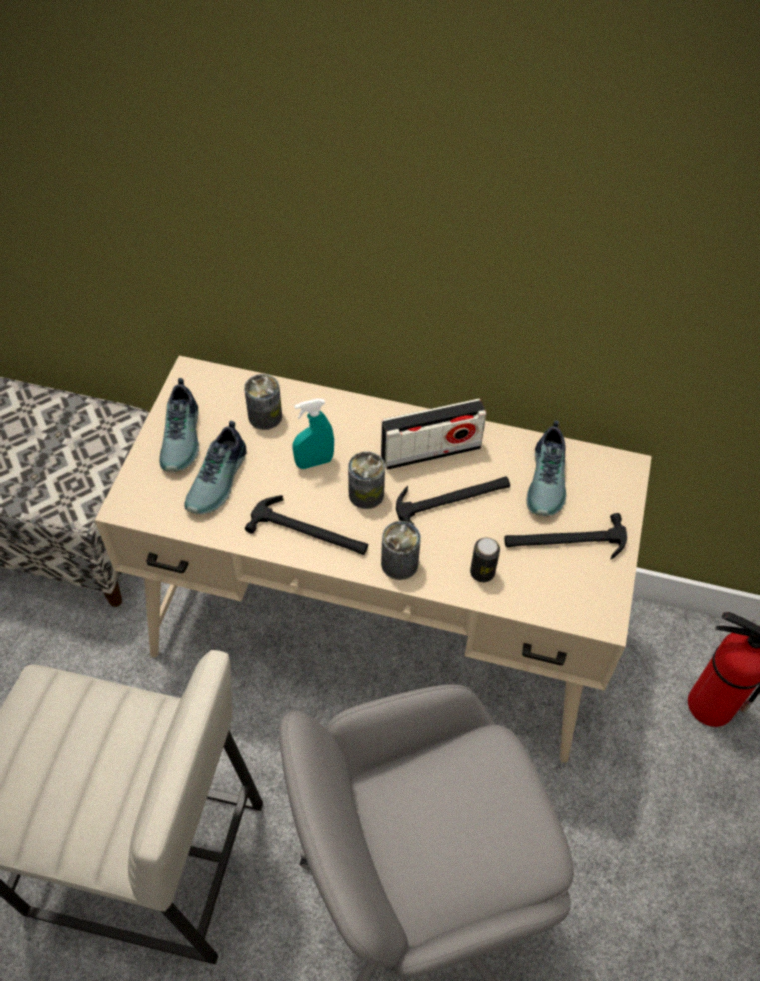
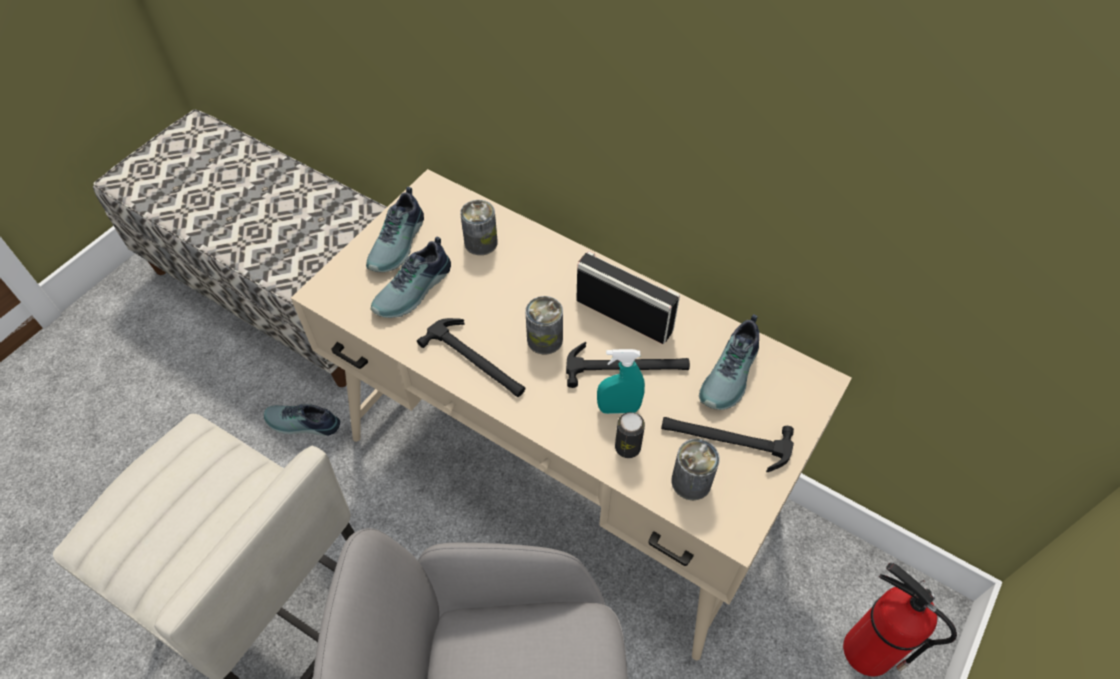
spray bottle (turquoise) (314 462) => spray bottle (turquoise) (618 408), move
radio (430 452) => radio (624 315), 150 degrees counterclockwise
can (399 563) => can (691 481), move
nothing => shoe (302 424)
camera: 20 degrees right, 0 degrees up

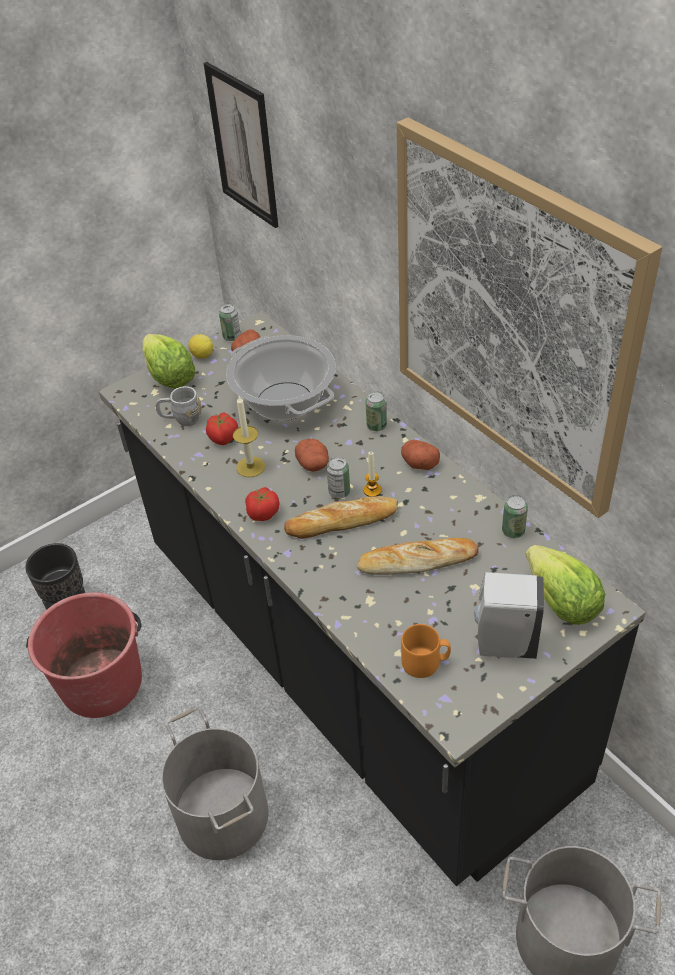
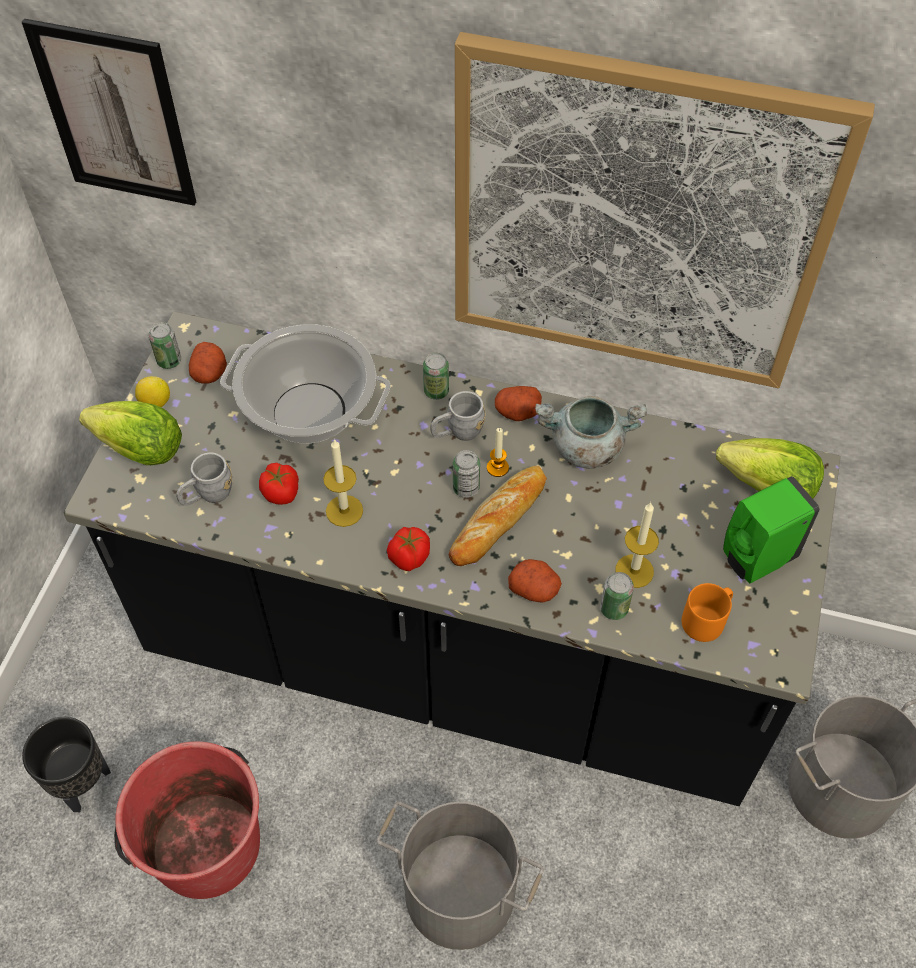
potato (313 464) => potato (535 588), move
bread (417 561) => nothing
soap dispenser (white) (503 644) => soap dispenser (green) (755 559)
can (513 531) => can (614 609), move
nothing => mug (grey) (457 432)
nothing => cooking pot (grey) (586 448)
nothing => candle (634 571)
camera: 40 degrees left, 10 degrees up

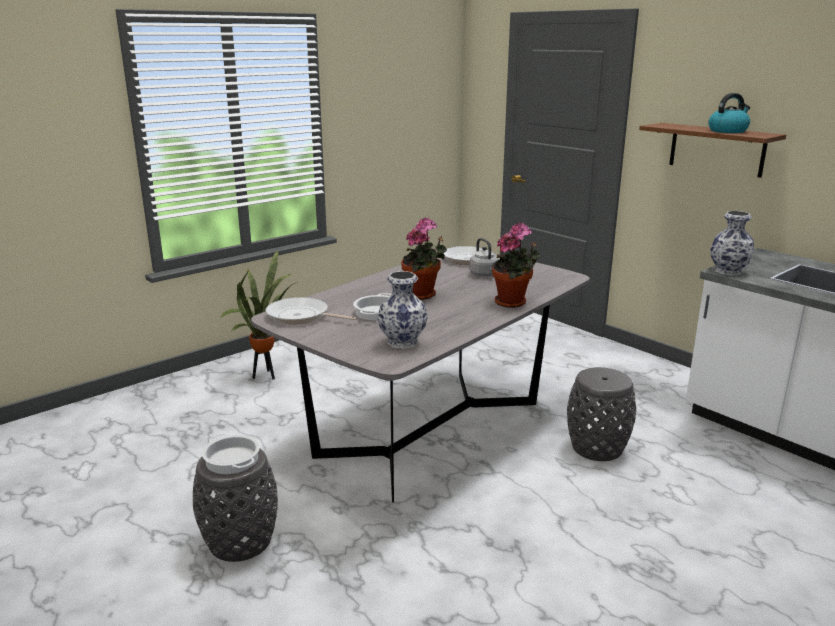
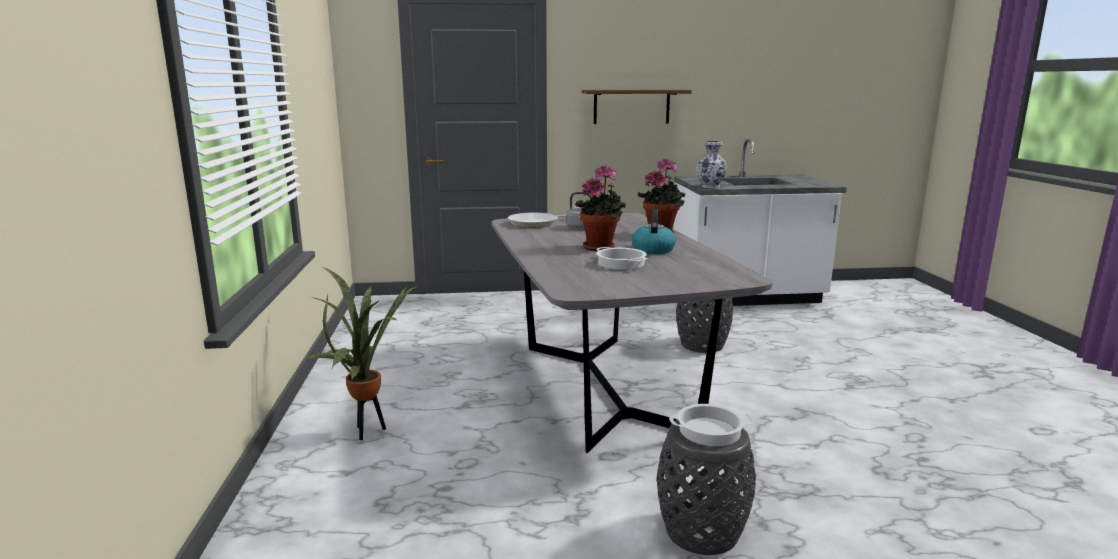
frying pan (301 316) => nothing
vase (402 342) => nothing
kettle (728 131) => kettle (653 249), move
camera: 55 degrees left, 5 degrees down

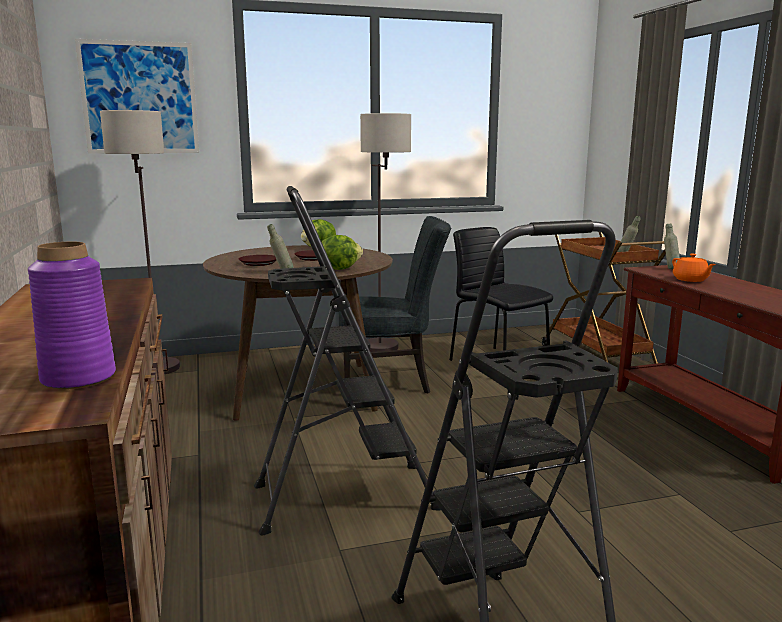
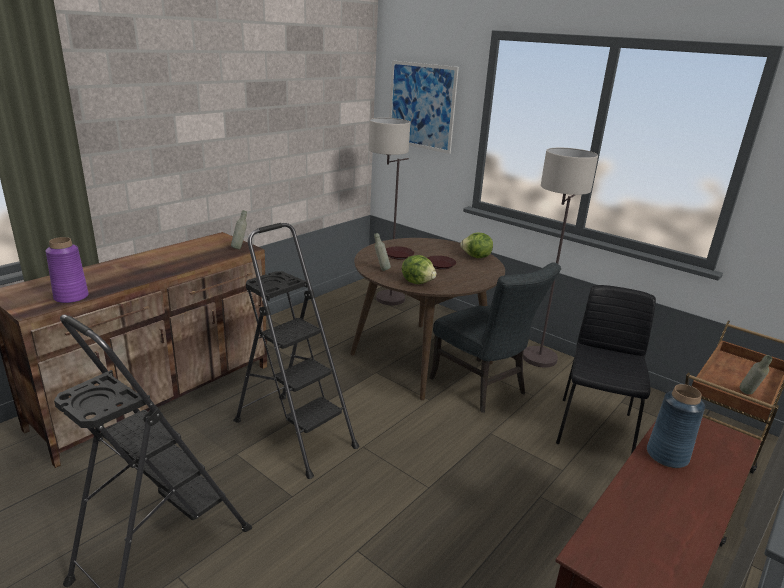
bottle (grey) (669 268) => bottle (grey) (240 248), move
teapot (orange) (690 280) => vase (blue) (667 456)
camera: 55 degrees right, 10 degrees up

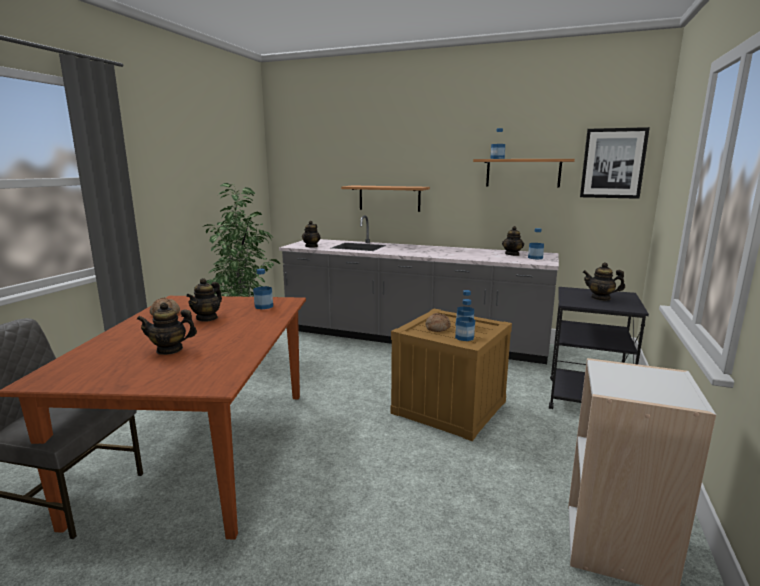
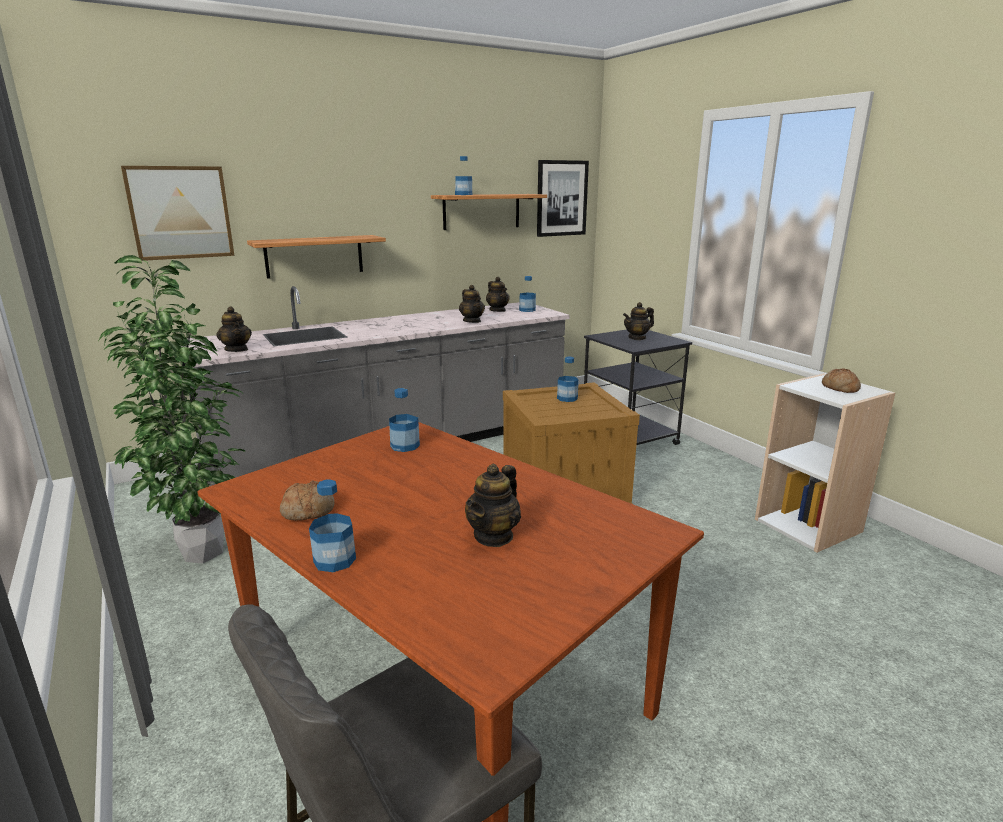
teapot (207 318) => teapot (472 321), move
bread (437 328) => bread (839 388), move
bottle (464 337) => bottle (334 560), move
nothing => picture (180 212)
camera: 50 degrees left, 5 degrees up

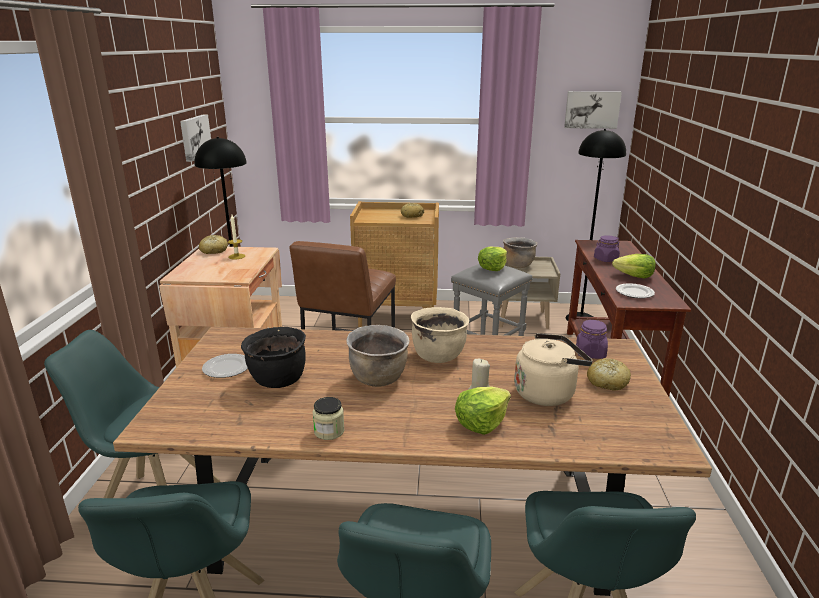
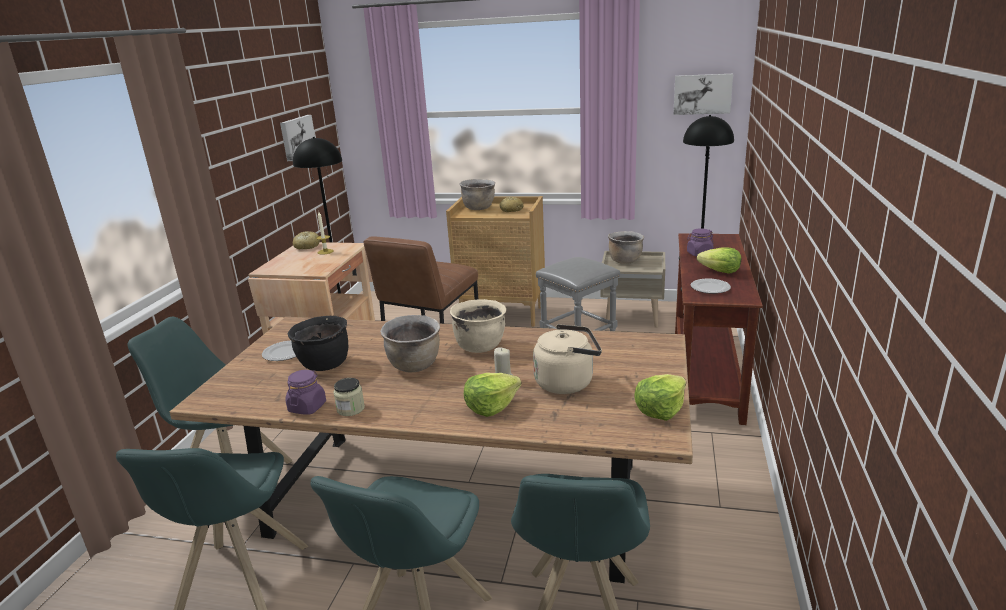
lettuce (492 267) => lettuce (660 409), move
jar (purple) (590 353) => jar (purple) (307 407), move
bread (607 382) => nothing
nothing => cooking pot (brown) (479 208)
camera: 10 degrees right, 0 degrees up

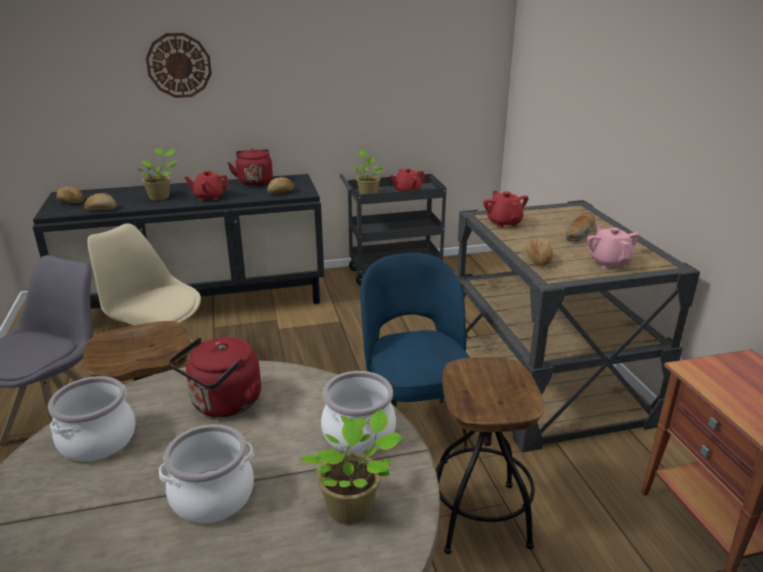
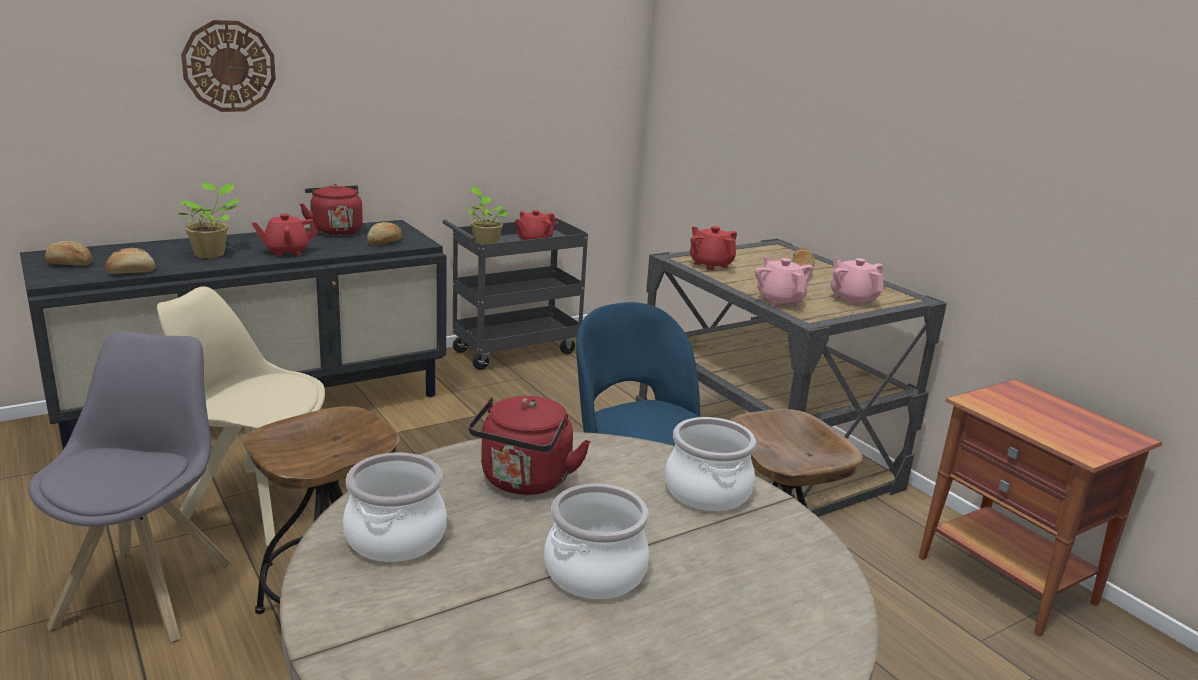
potted plant (354 508) => nothing
bread (538 260) => teapot (pink) (779 300)
camera: 20 degrees left, 5 degrees down

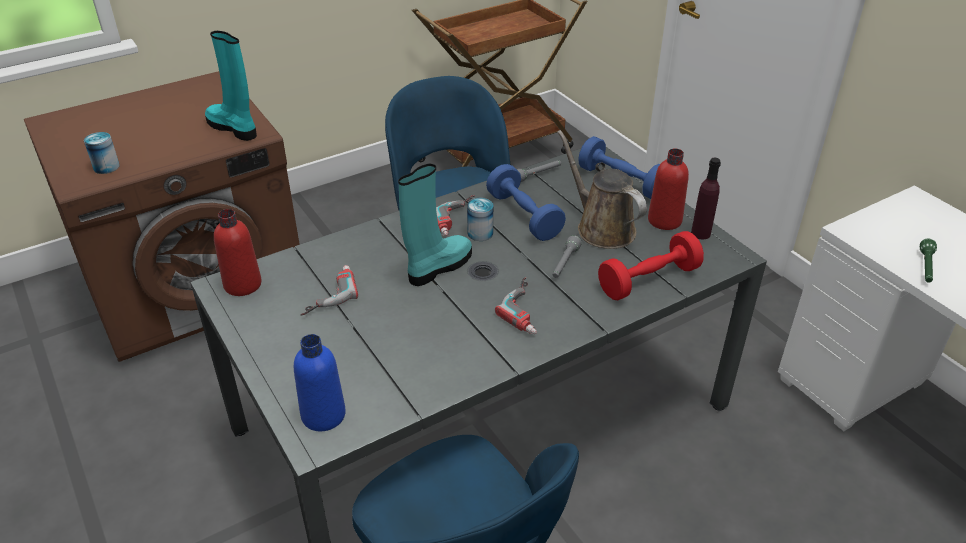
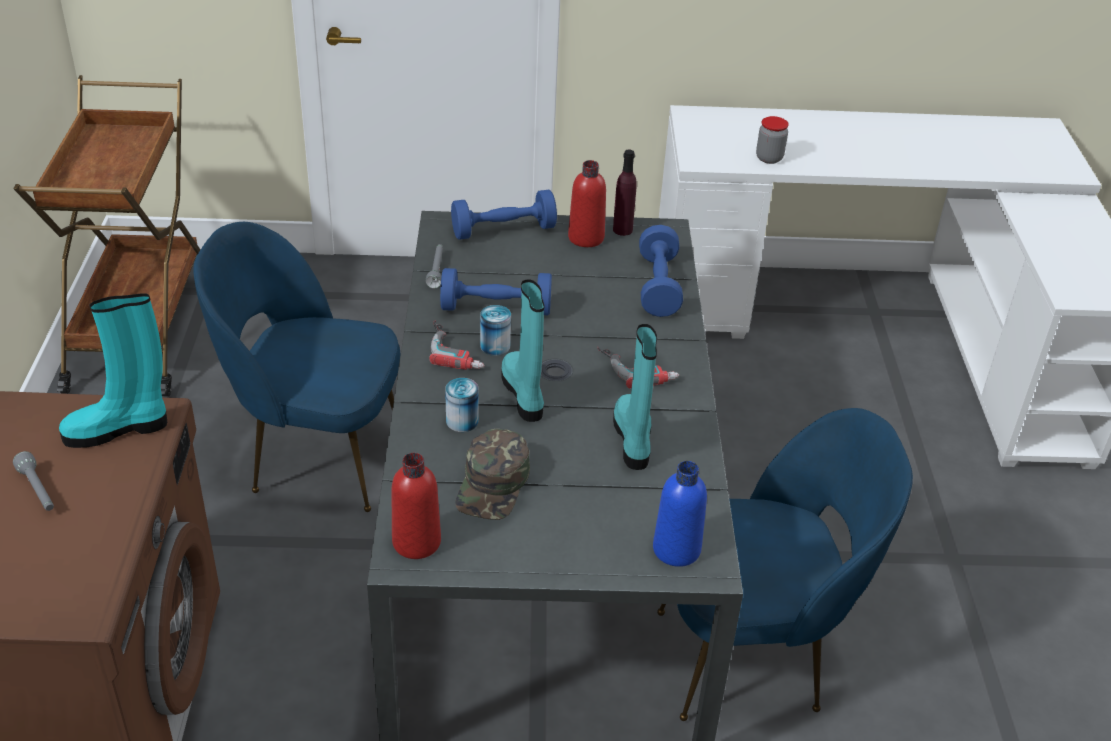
can (106 167) => can (462 421), move
power drill (327 293) => cap (green) (494 484)
flashlight (grey) (564 264) => flashlight (grey) (38 490), move
watering can (brown) (601 228) => nothing
dumbbell (red) (648 280) => dumbbell (blue) (658 286)
flashlight (green) (926 268) => jar (769 158)
nothing => boot (turquoise) (633 439)
camera: 60 degrees left, 0 degrees up

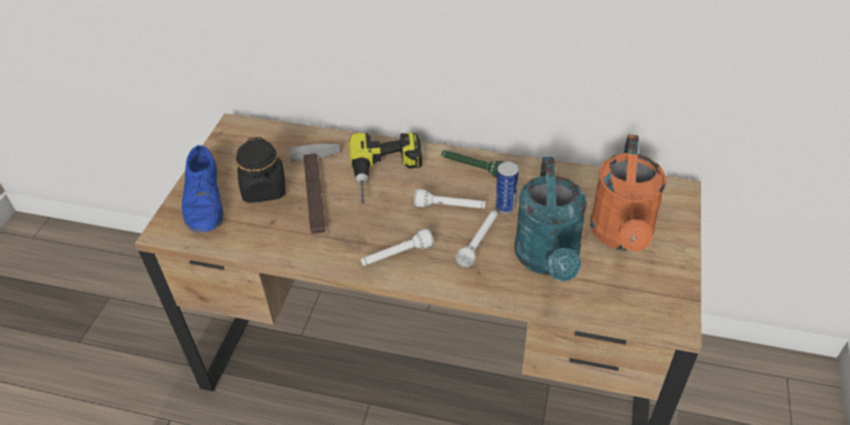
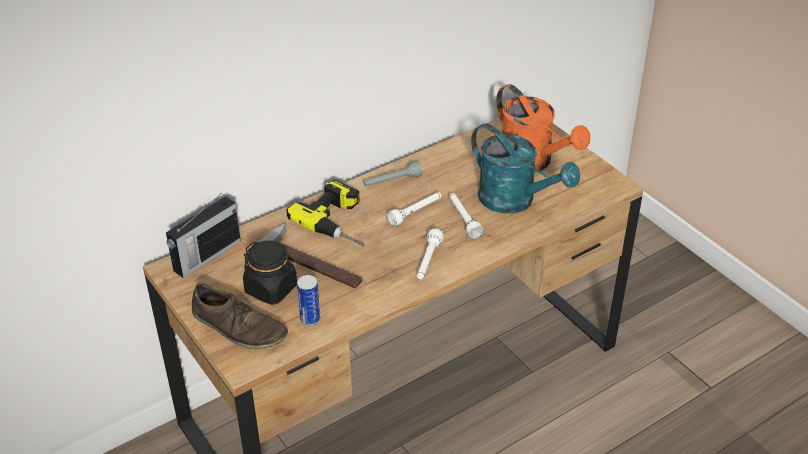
shoe (blue) (205 201) => shoe (brown) (239 327)
flashlight (green) (472 168) => flashlight (grey) (392 181)
can (505 207) => can (310 319), move
nothing => radio (206 256)
camera: 50 degrees left, 5 degrees down

